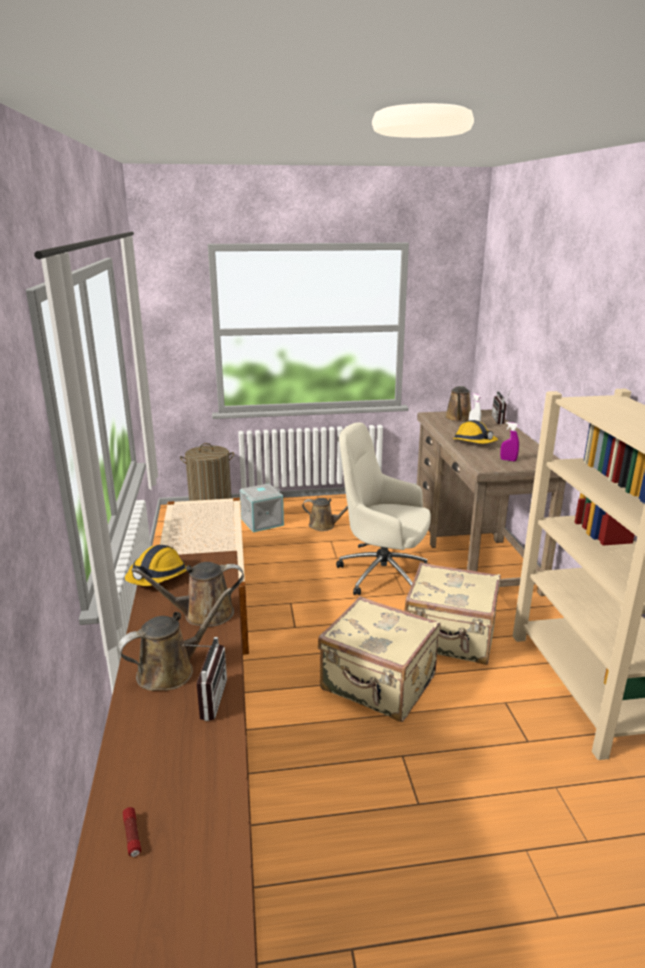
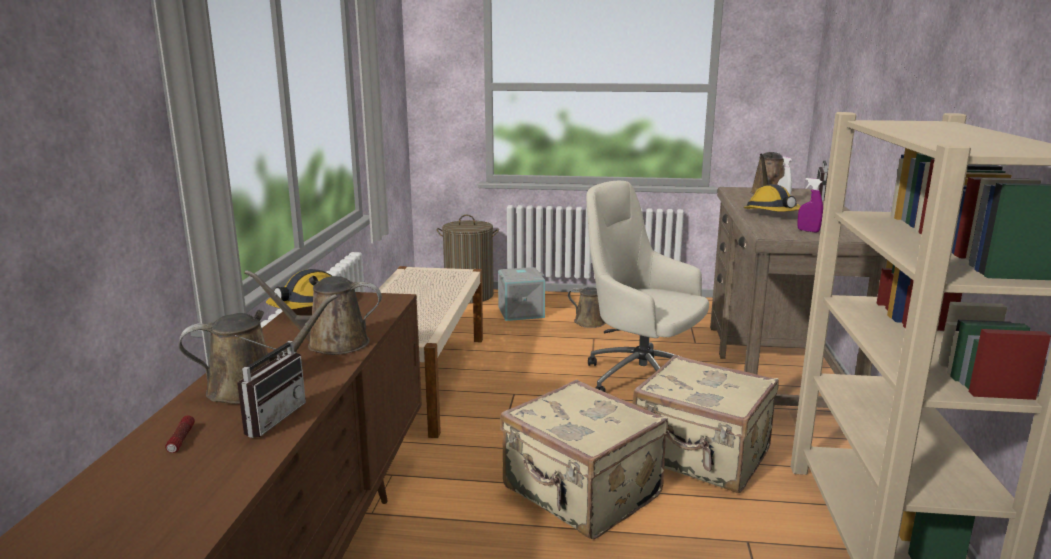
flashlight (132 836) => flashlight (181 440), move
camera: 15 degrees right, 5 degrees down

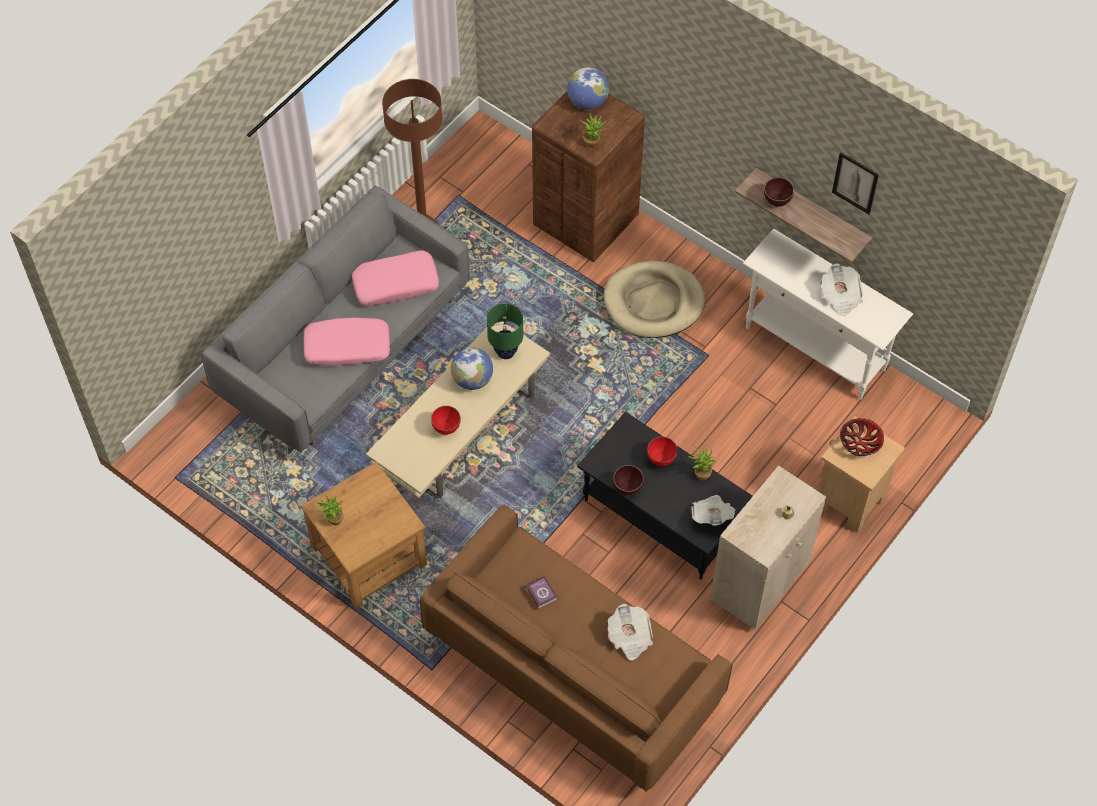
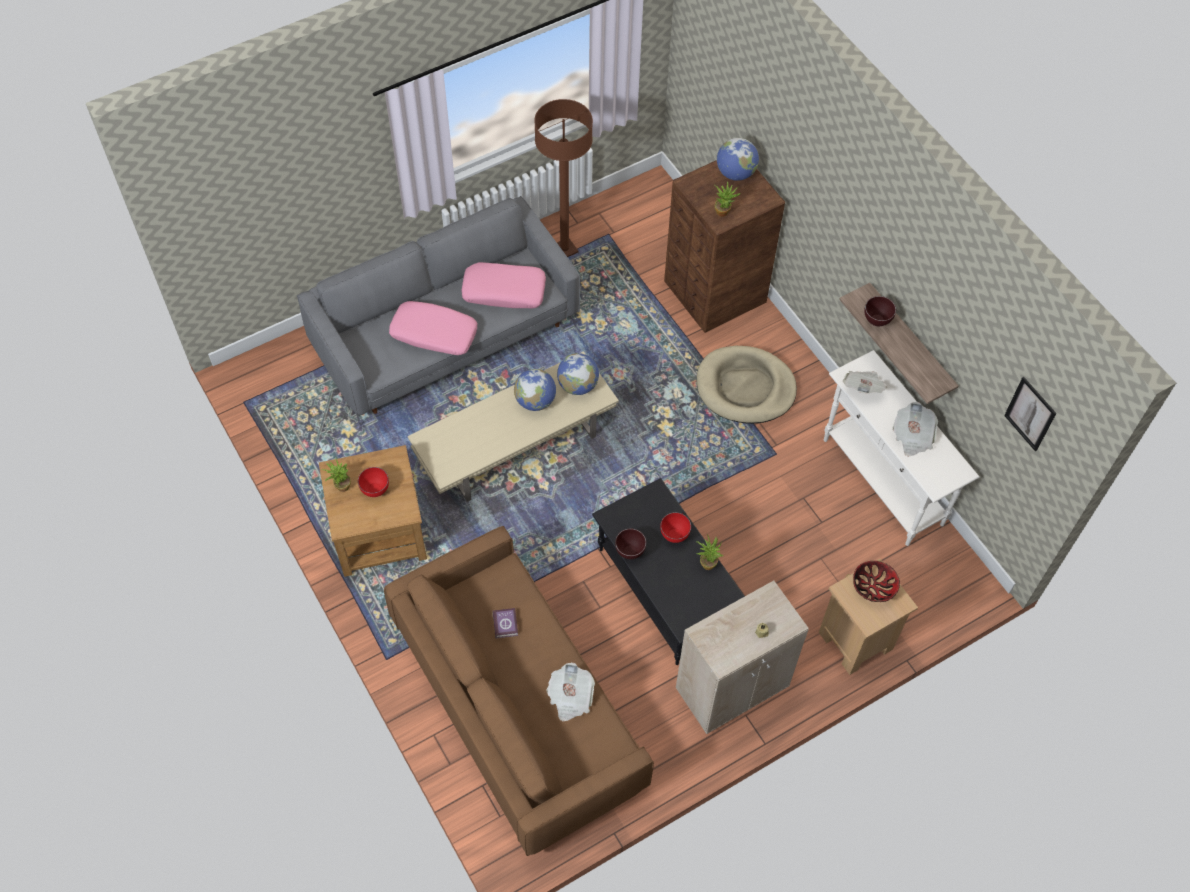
bowl (red) (447 428) => bowl (red) (376 490), move
table lamp (green) (506 351) => globe (578 385)
newspaper (712 516) => newspaper (863 388), move
picture (855 183) => picture (1030 414), move
camera: 20 degrees right, 0 degrees up

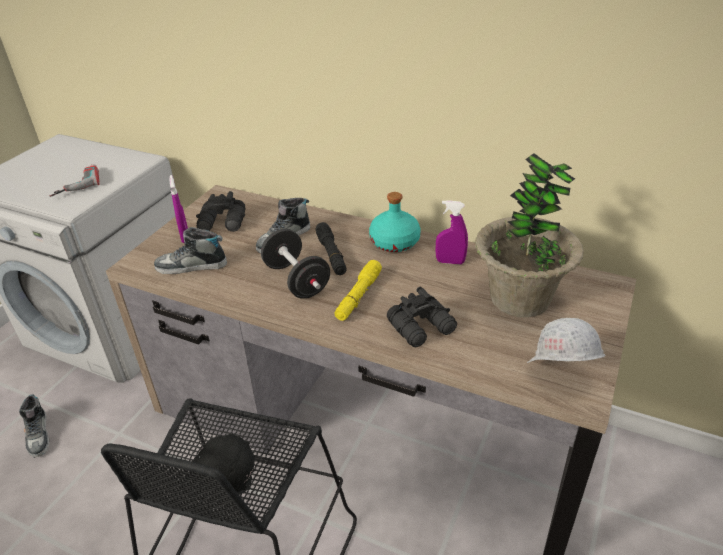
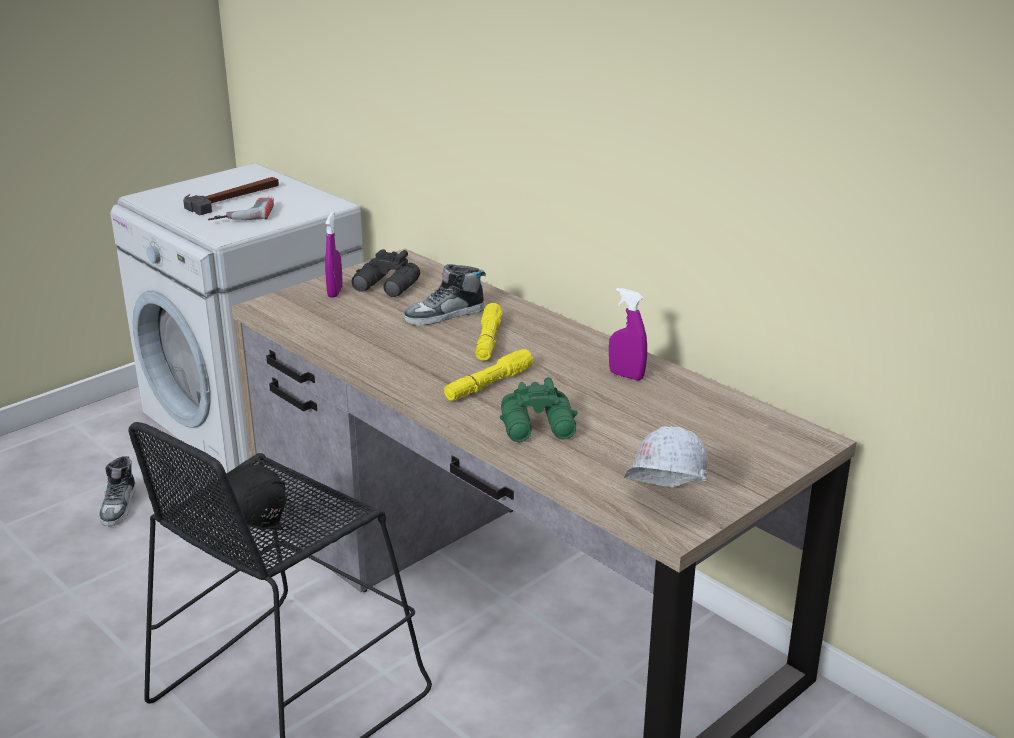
shoe (191 266) => nothing
dumbbell (black) (297 280) => nothing
flashlight (black) (331 254) => flashlight (yellow) (488 340)
bottle (turquoise) (394 242) => nothing
binoculars (black) (423 327) => binoculars (green) (539 427)
potted plant (520 298) => nothing
nothing => hammer (233 198)
camera: 20 degrees right, 10 degrees down

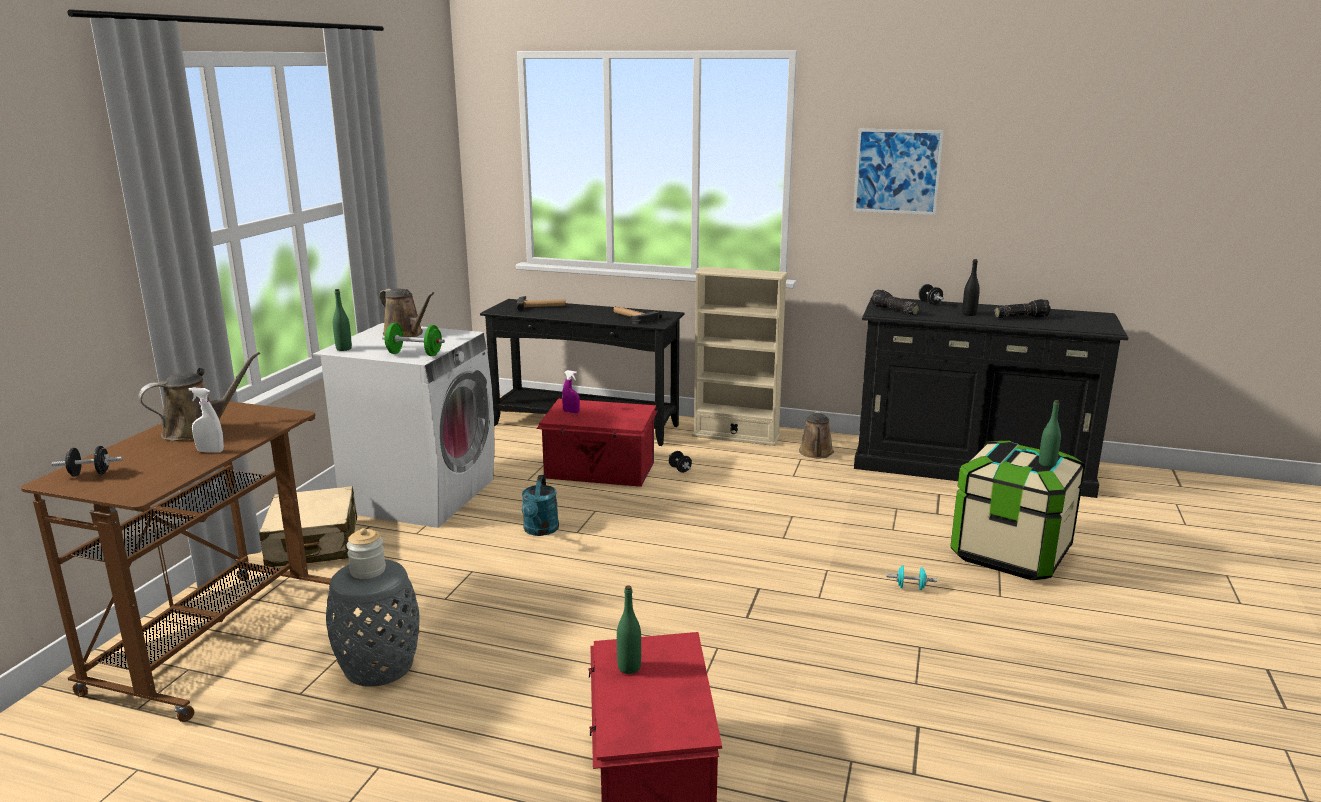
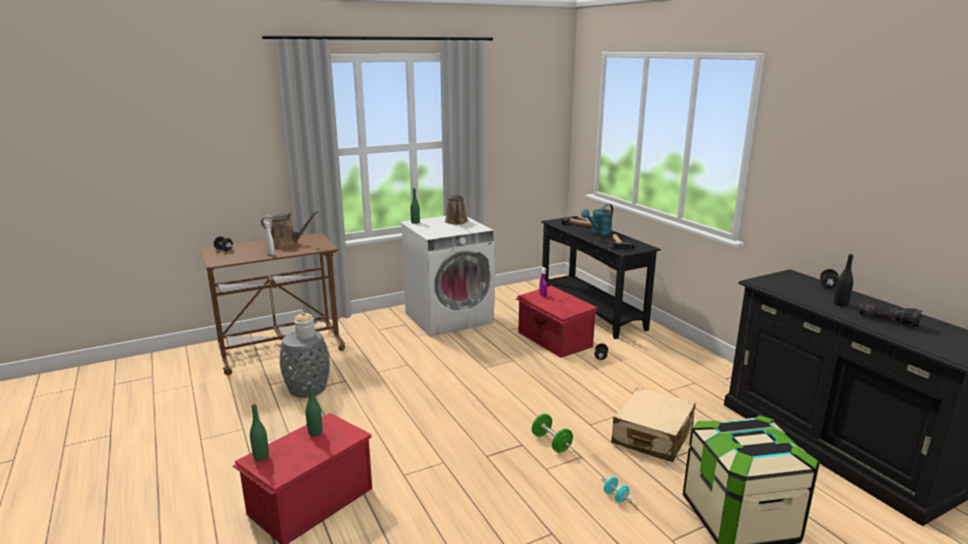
suitcase (beige) (313 544) => suitcase (beige) (652 436), move
dumbbell (green) (414 354) => dumbbell (green) (551 443), move
watering can (turquoise) (540 531) => watering can (turquoise) (598 233), move
bookcase (beige) (736 436) => nothing
watering can (brown) (816 453) => nothing
picture (897 171) => nothing
flashlight (893 310) => nothing
bottle (green) (1047 464) => bottle (green) (261 456), move
camera: 45 degrees right, 0 degrees up

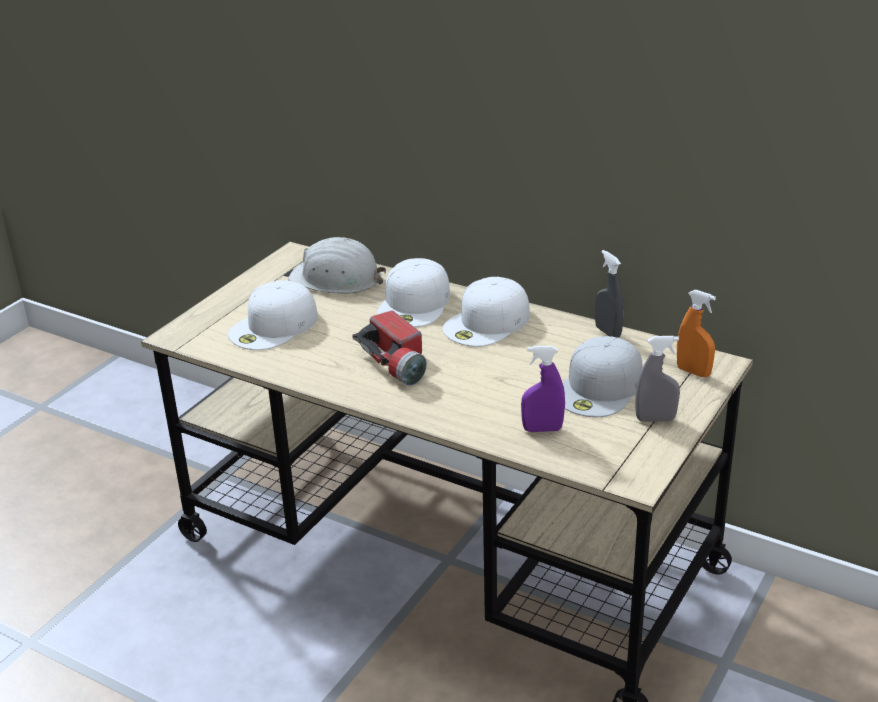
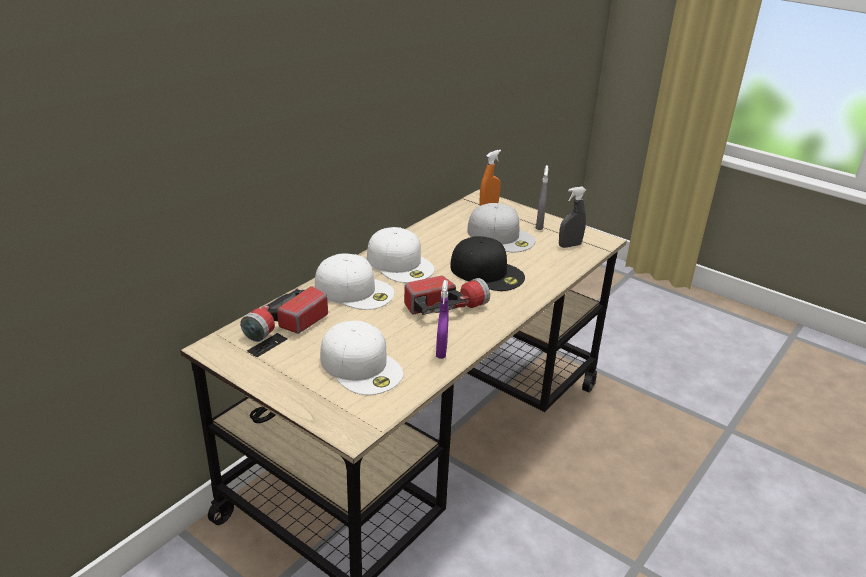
hard hat (white) (336 278) => flashlight (286 325)
spray bottle (purple) (542 429) => spray bottle (purple) (441 351), move
spray bottle (grey) (608 332) => spray bottle (grey) (569 245), move
nothing => cap (black) (487 272)
camera: 85 degrees left, 0 degrees up

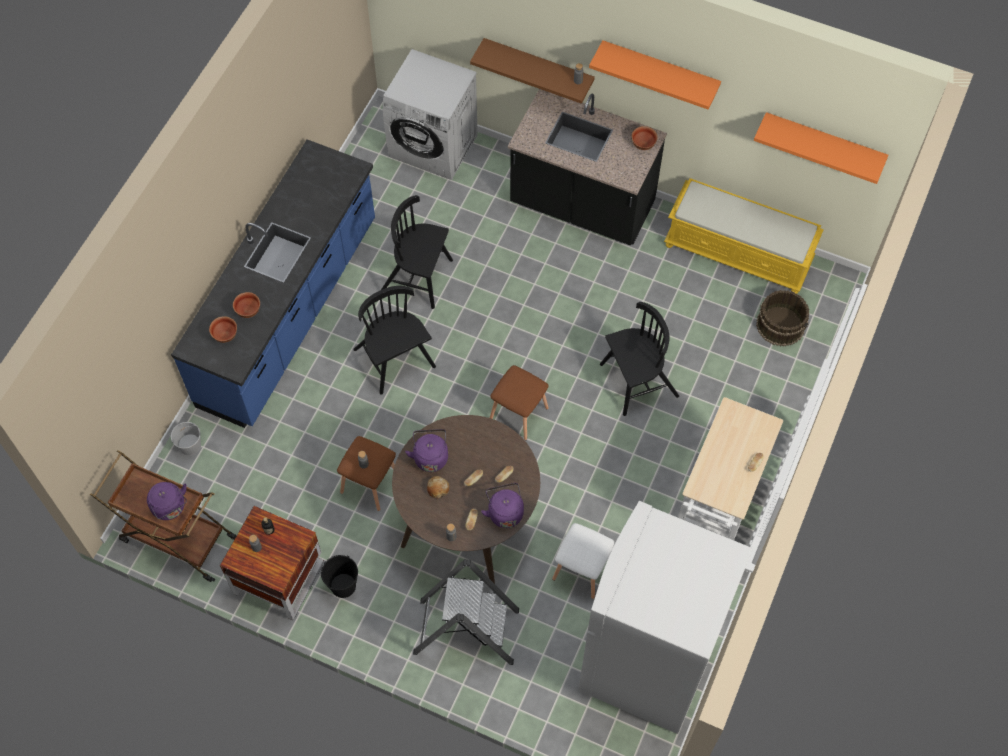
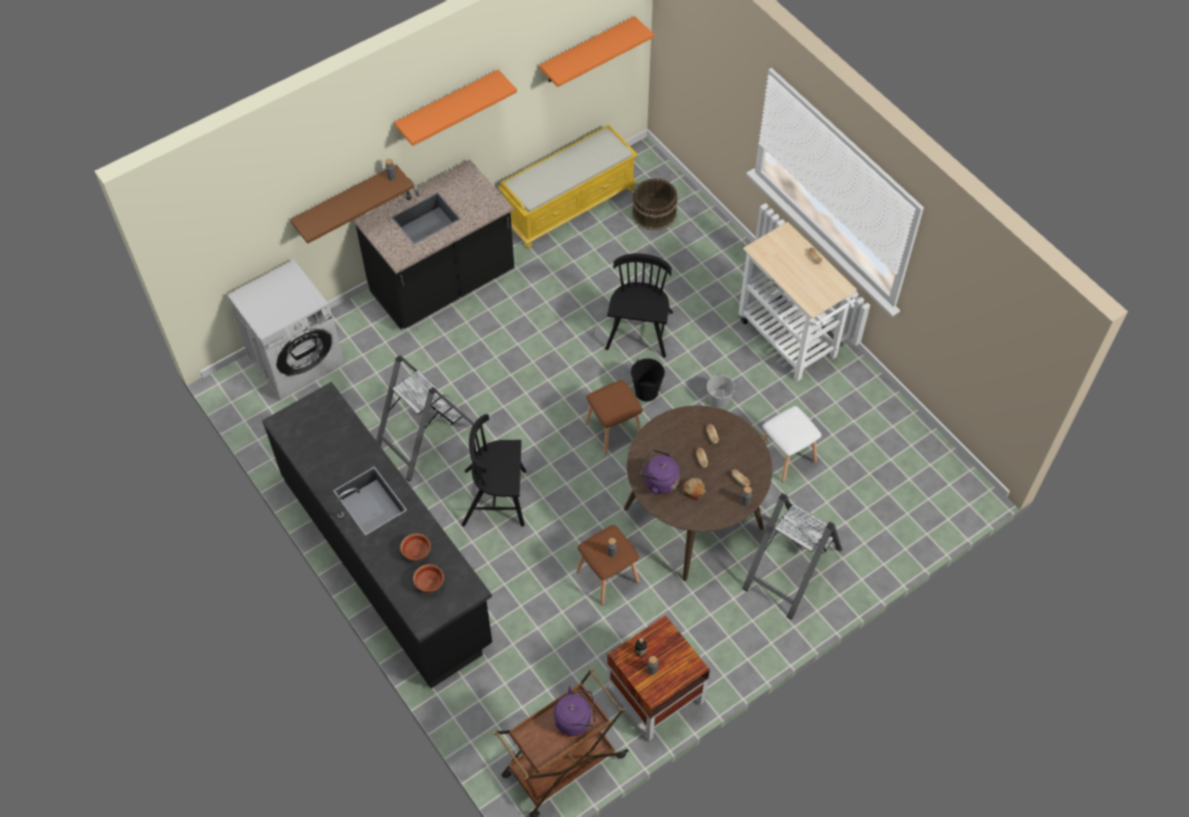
counter (blue) (290 313) => counter (black) (387 560)
bucket (white) (190 445) => bucket (white) (719 399), move
bucket (black) (343 586) => bucket (black) (646 391), move
chair (black) (420 277) => step ladder (grey) (426 438)
kettle (purple) (504 511) => nothing
fridge (white) (646 663) => nothing
bowl (643 144) => nothing
camera: 60 degrees left, 5 degrees down

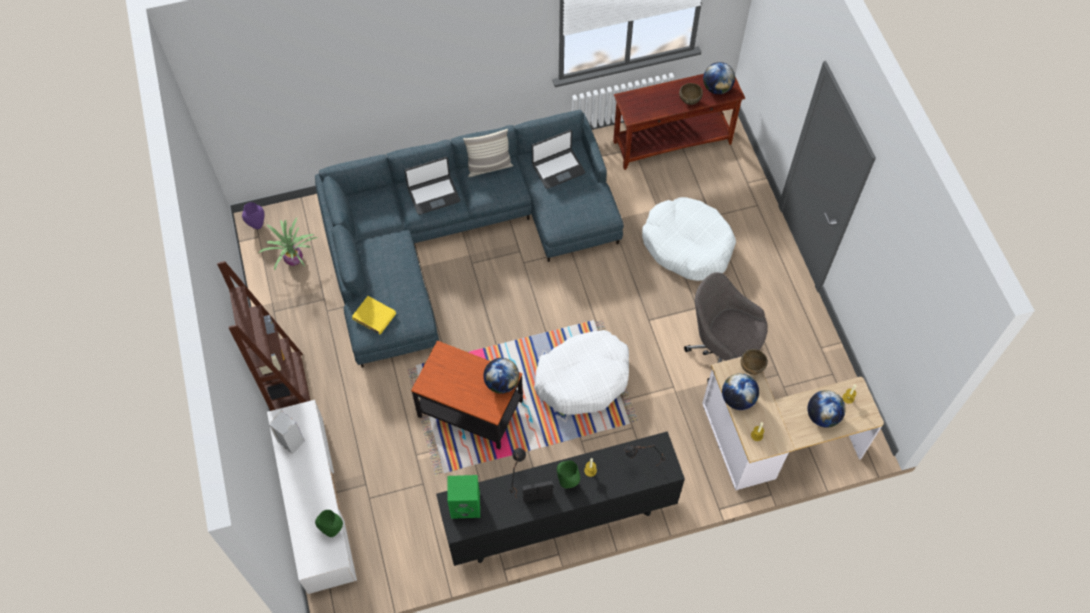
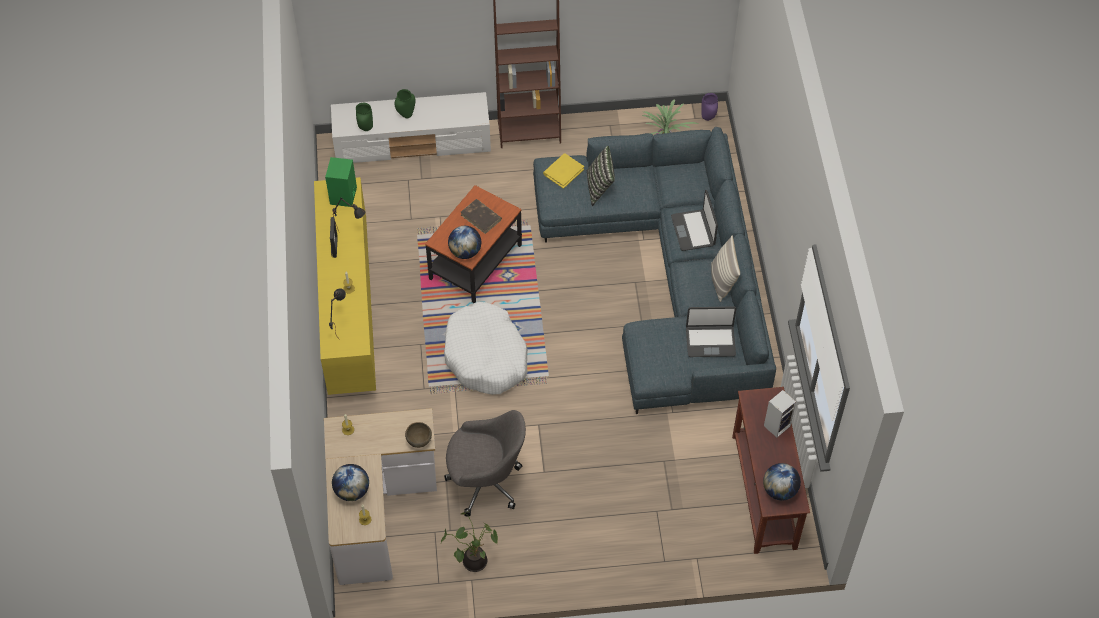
speaker (290 441) => speaker (777 425), move
cabinet (black) (559 520) => cabinet (yellow) (348 315)
laptop (558 168) => laptop (710 341), 75 degrees counterclockwise
vase (green) (567 482) => vase (green) (406 115), move
dog bed (white) (687 245) => nothing
bowl (brown) (689 101) => nothing
office chair (grey) (721 353) => office chair (grey) (486 483), 45 degrees clockwise
globe (737 399) => nothing
nothing => potted plant (473 560)
nothing => book (brown) (481 217)
nothing => pillow (600 187)
camera: 100 degrees right, 5 degrees down

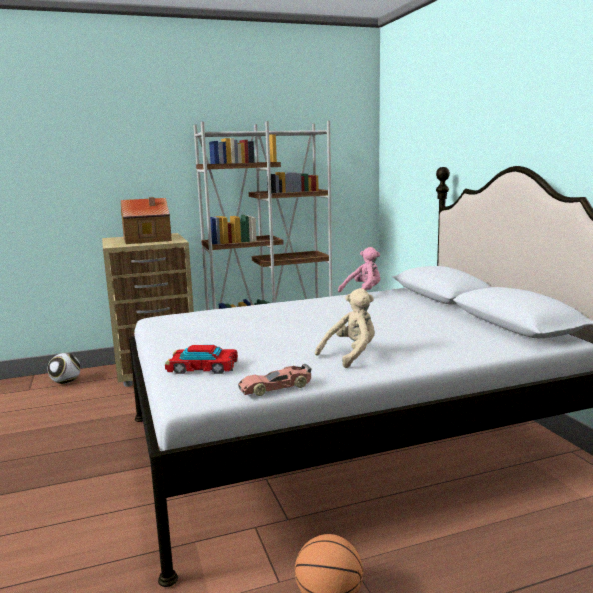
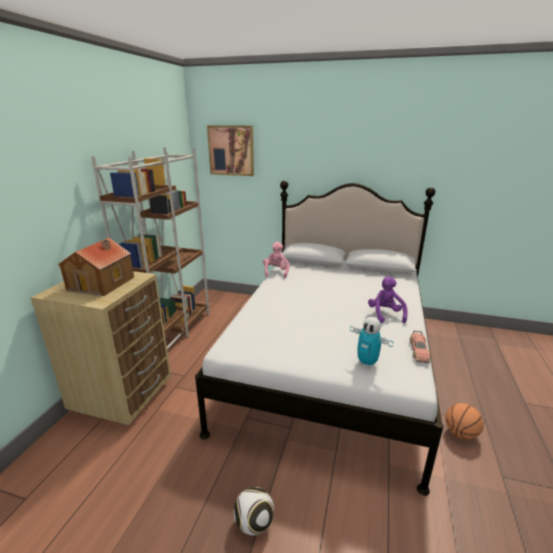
football (66 382) => football (254 523), move
toy car (202 367) => toy robot (367 363)
plush toy (beige) (351 355) => plush toy (purple) (385 315)
nothing => picture (231 150)
camera: 55 degrees left, 10 degrees up

